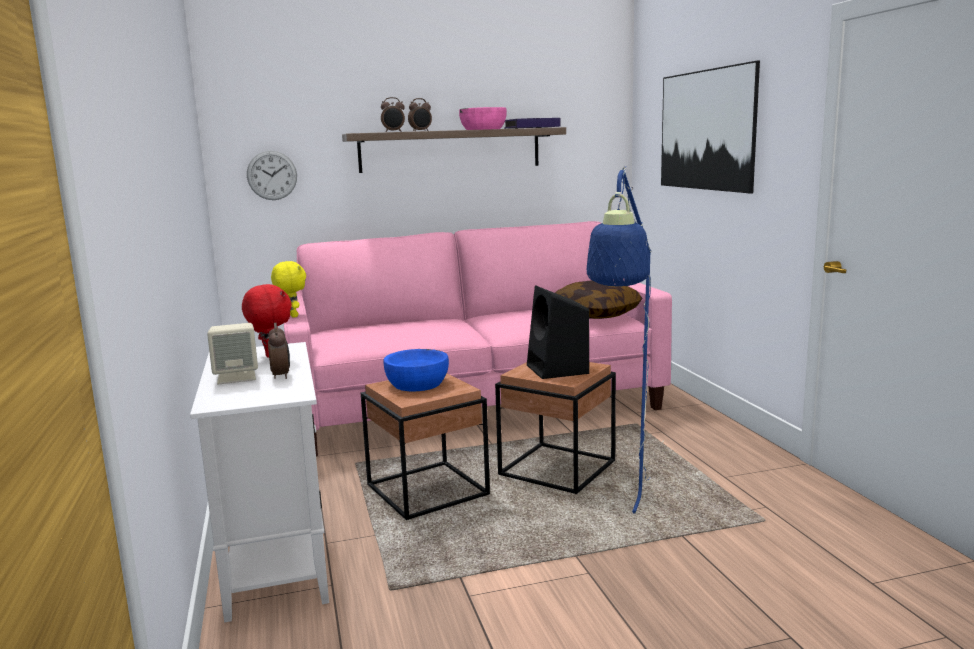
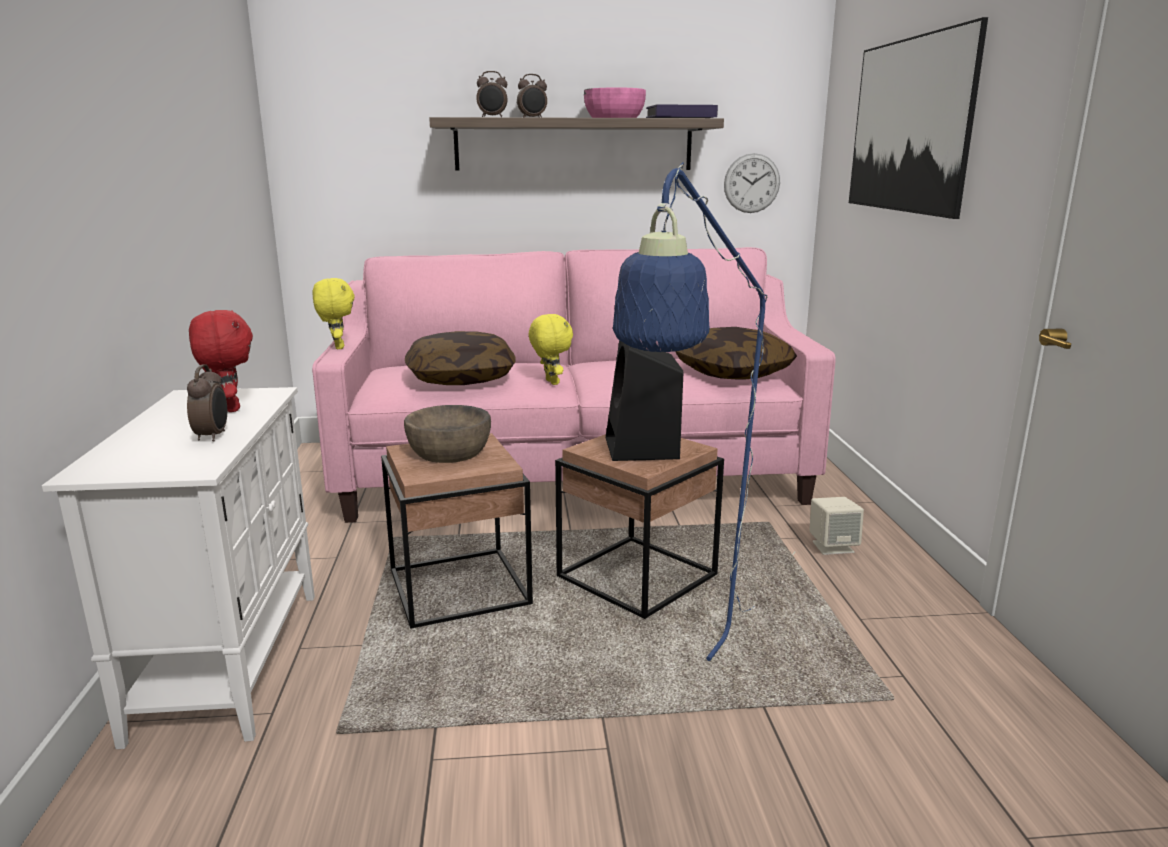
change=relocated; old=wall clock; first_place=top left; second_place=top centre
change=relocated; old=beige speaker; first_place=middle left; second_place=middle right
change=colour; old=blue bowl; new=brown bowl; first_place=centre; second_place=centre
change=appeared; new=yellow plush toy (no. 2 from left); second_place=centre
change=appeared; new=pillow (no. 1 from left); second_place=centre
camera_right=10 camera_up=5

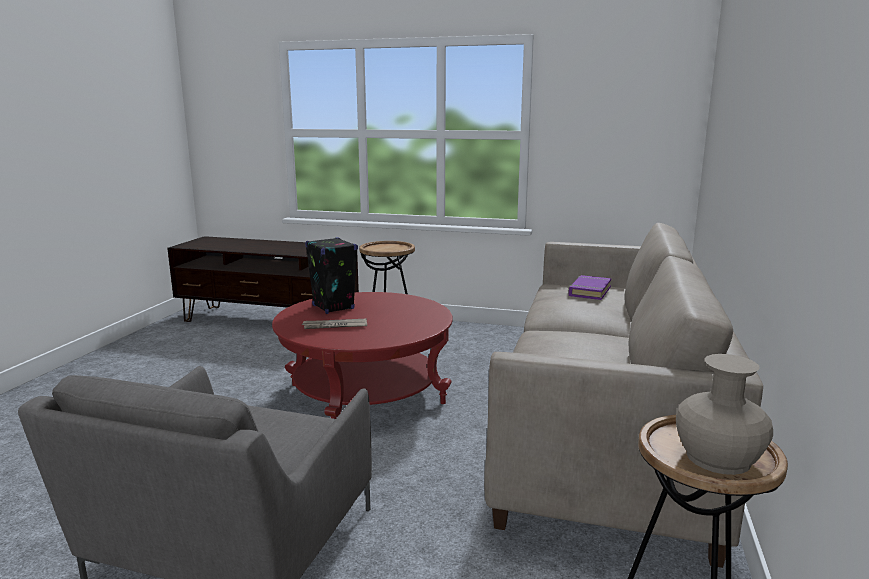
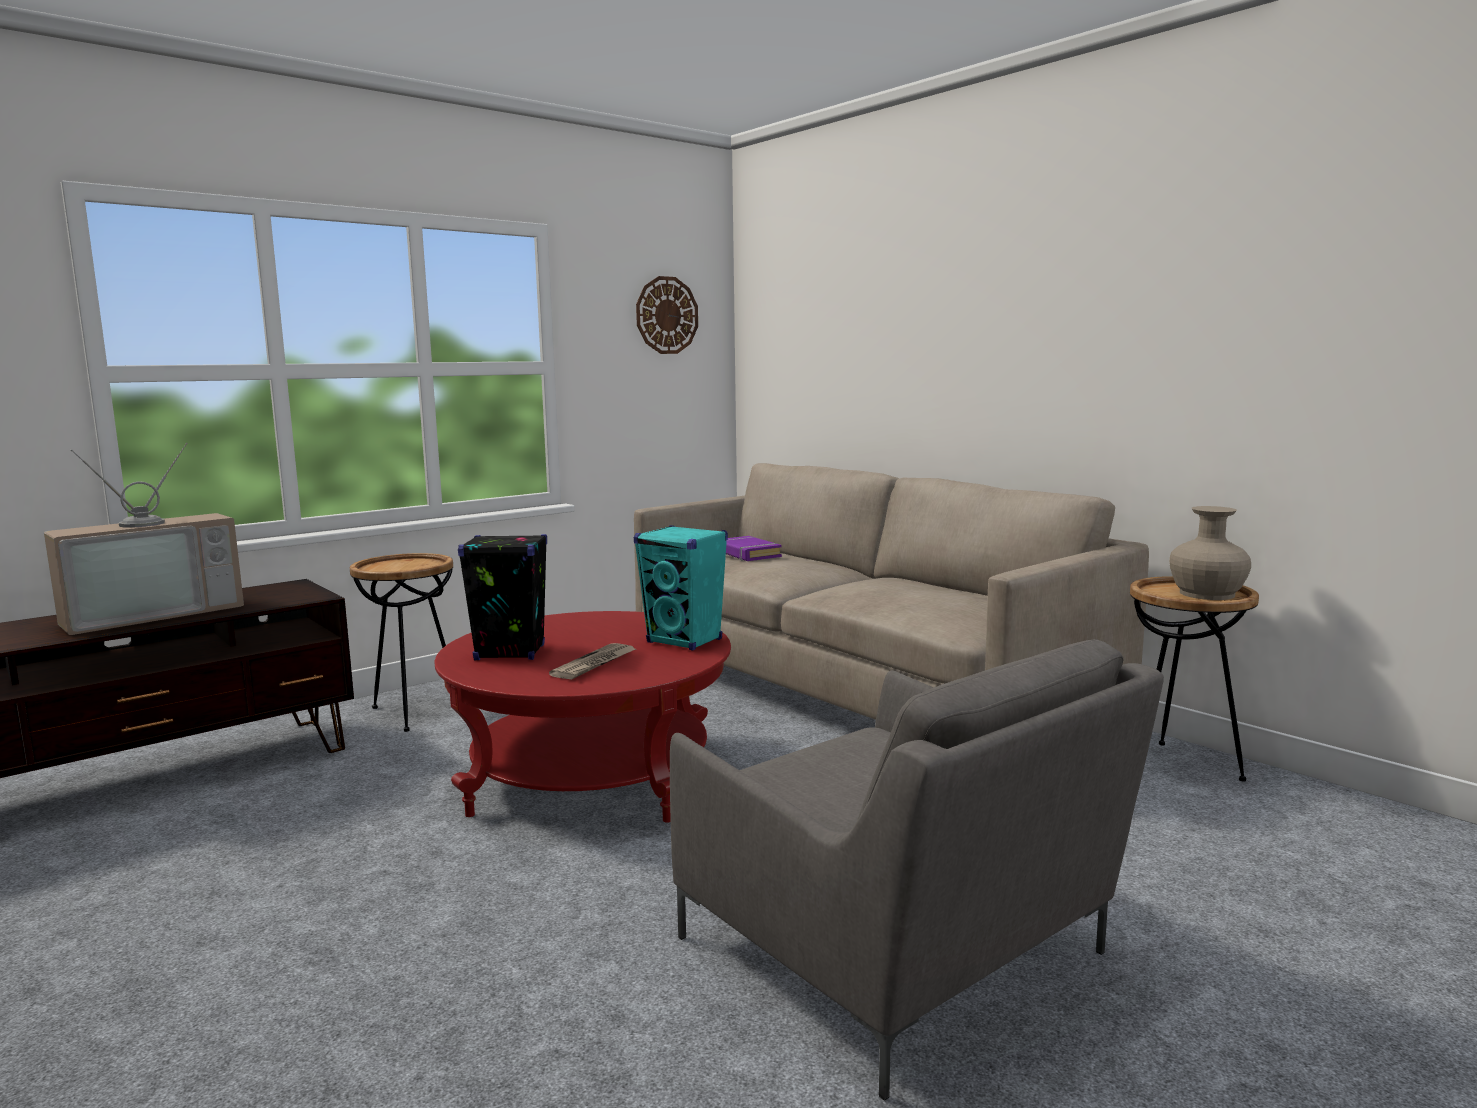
change=appeared; new=wall clock; second_place=top centre
change=appeared; new=television; second_place=middle left
change=appeared; new=turquoise speaker; second_place=centre
camera_right=-55 camera_up=-5

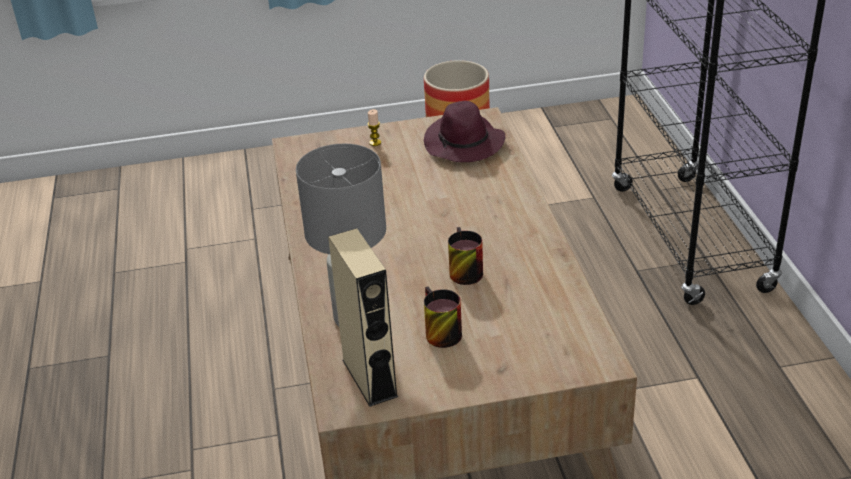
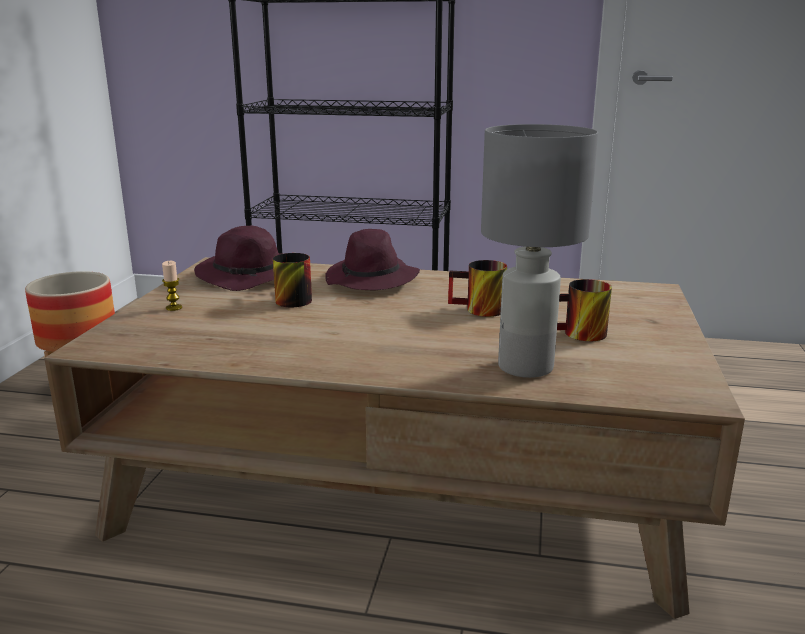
change=missing; old=beige speaker; first_place=centre
change=appeared; new=purple hat (no. 2 from left); second_place=centre
change=appeared; new=mug (no. 1 from left); second_place=centre
camera_right=-70 camera_up=-15

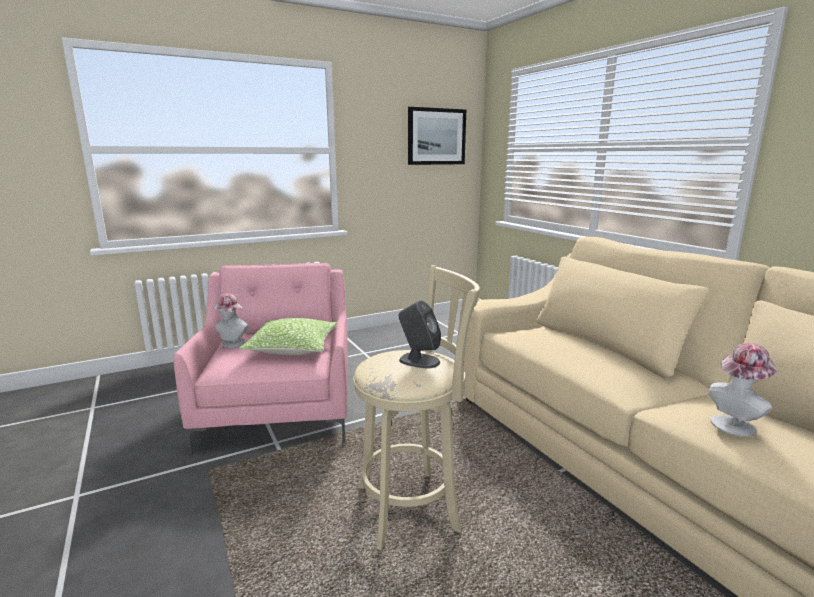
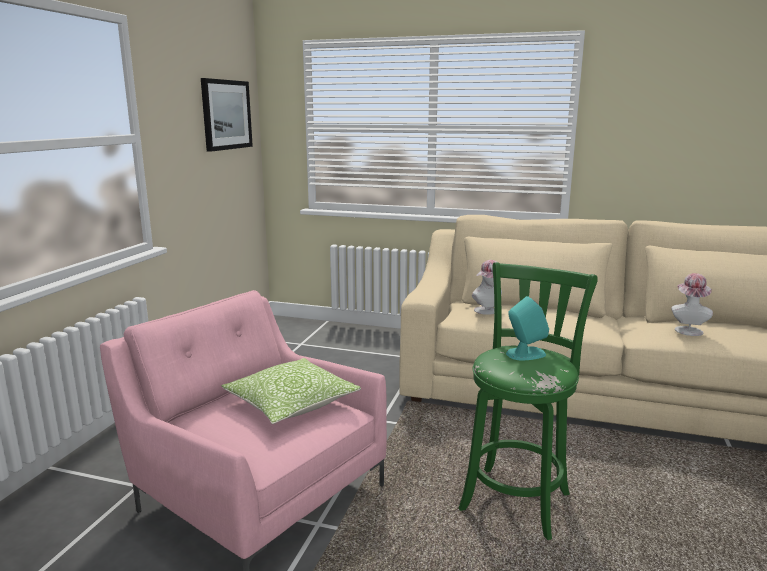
change=colour; old=beige stool; new=green stool; first_place=bottom centre; second_place=bottom right
change=relocated; old=hat (no. 1 from left); first_place=middle left; second_place=centre
change=colour; old=grey speaker; new=turquoise speaker; first_place=centre; second_place=middle right
camera_right=-45 camera_up=0

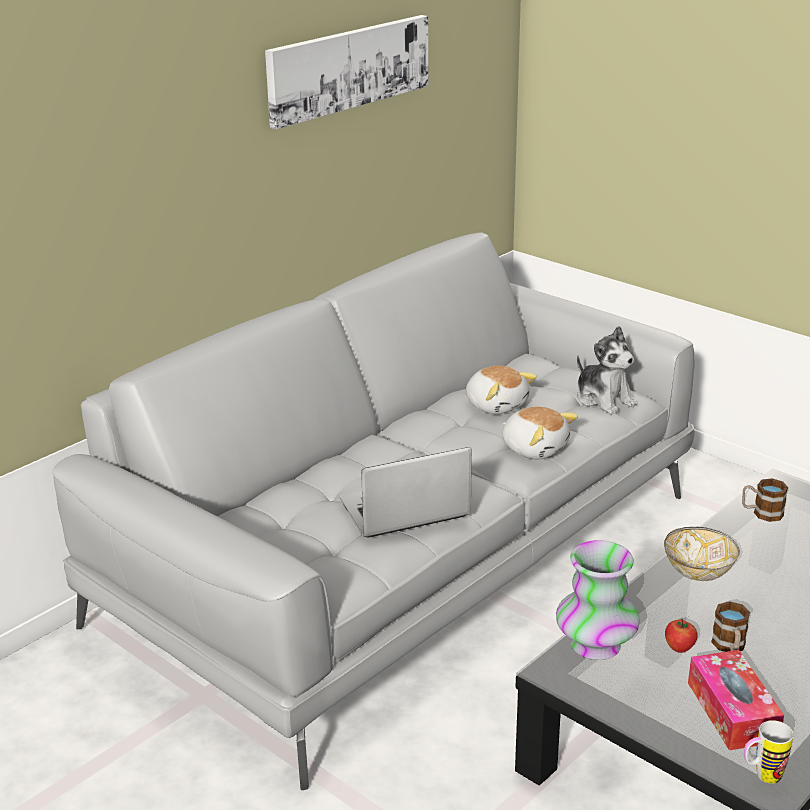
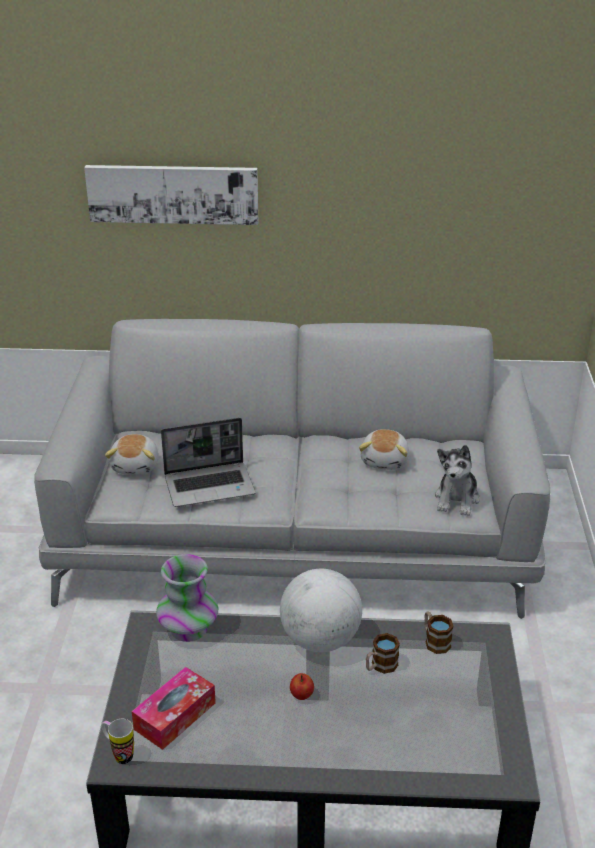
change=relocated; old=picture; first_place=top centre; second_place=top left
change=relocated; old=plush toy (no. 2 from left in the first image); new=plush toy (no. 1 from left); first_place=middle right; second_place=middle left
change=spun; old=laptop; first_place=centre; second_place=centre; degrees=135
change=exchanged; old=bowl; new=globe; first_place=bottom right; second_place=bottom centre
change=relocated; old=mug (no. 1 from left in the first image); new=mug (no. 2 from left); first_place=bottom right; second_place=bottom centre
change=relocated; old=apple; first_place=bottom right; second_place=bottom centre
camera_right=50 camera_up=5

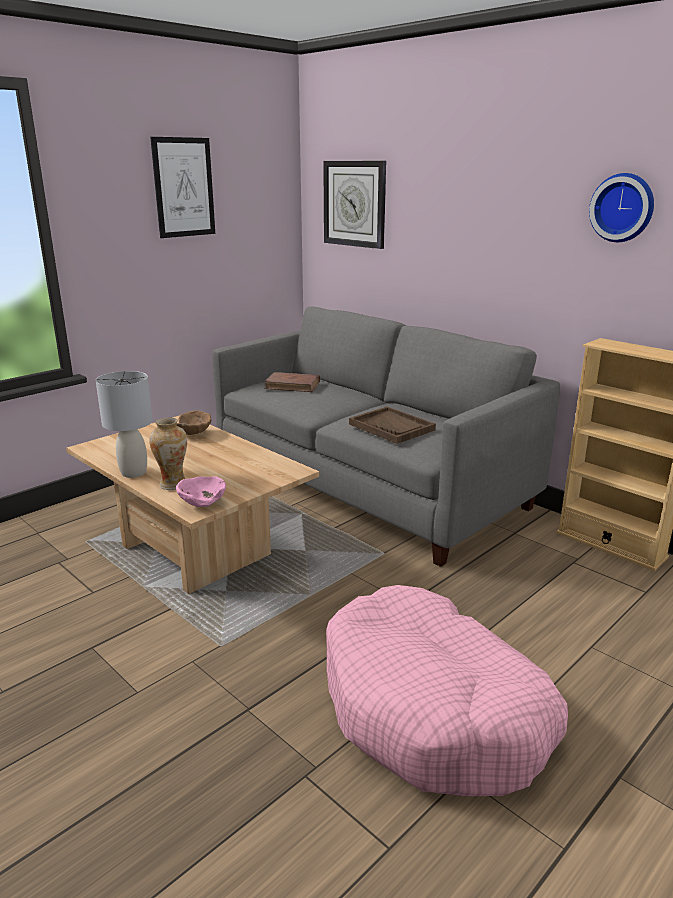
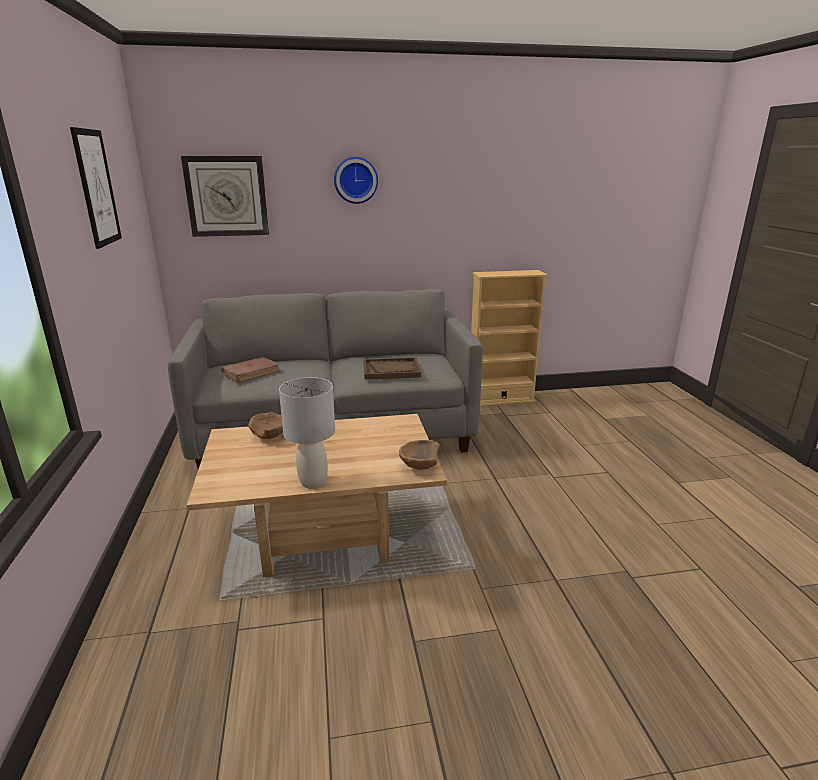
change=relocated; old=wall clock (no. 2 from left); first_place=top right; second_place=top centre
change=missing; old=vase; first_place=middle left
change=colour; old=pink bowl; new=brown bowl (no. 2 from left); first_place=middle left; second_place=centre
change=missing; old=pink dog bed; first_place=bottom centre
camera_right=-55 camera_up=0

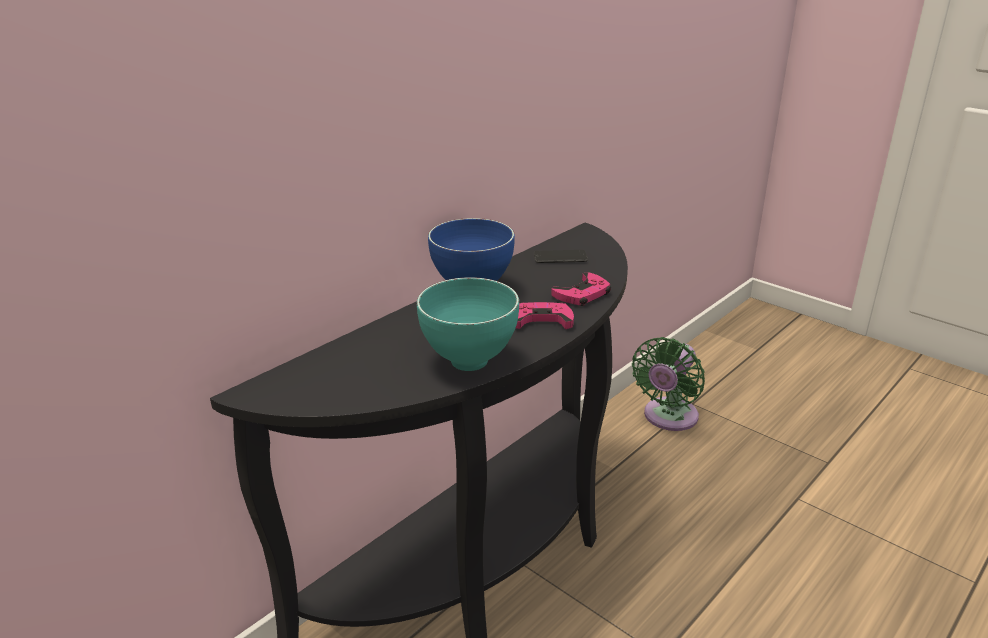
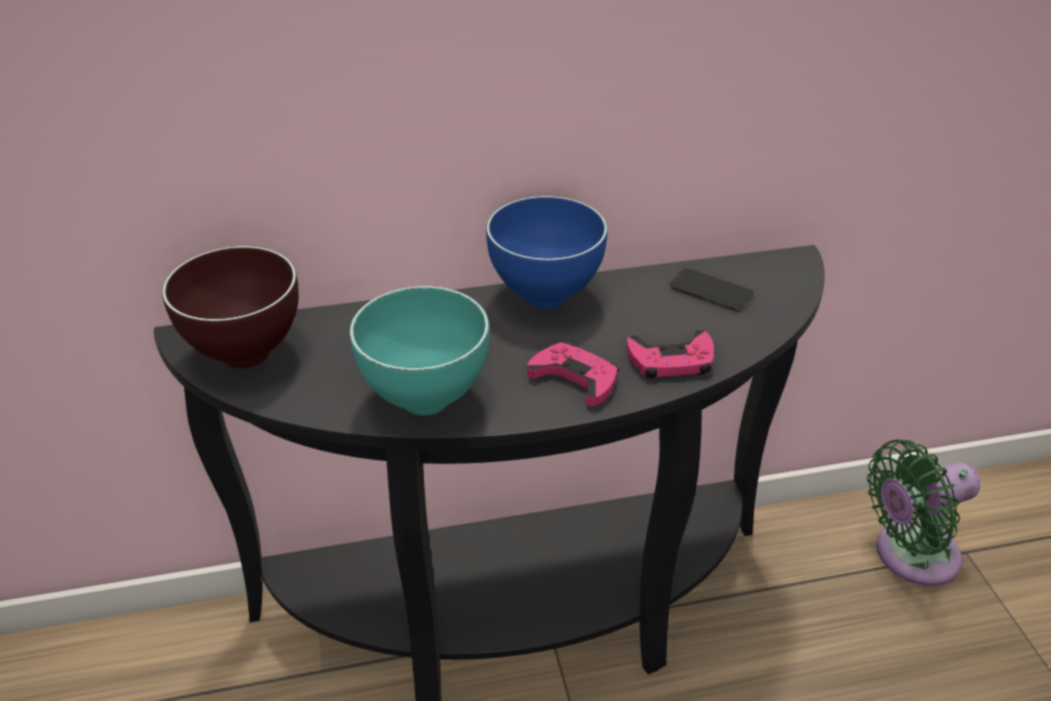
change=appeared; new=brown bowl; second_place=middle left
camera_right=35 camera_up=10

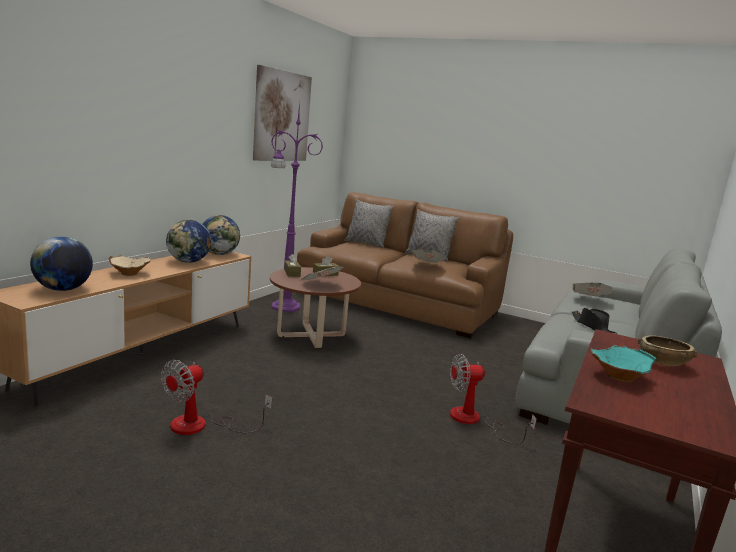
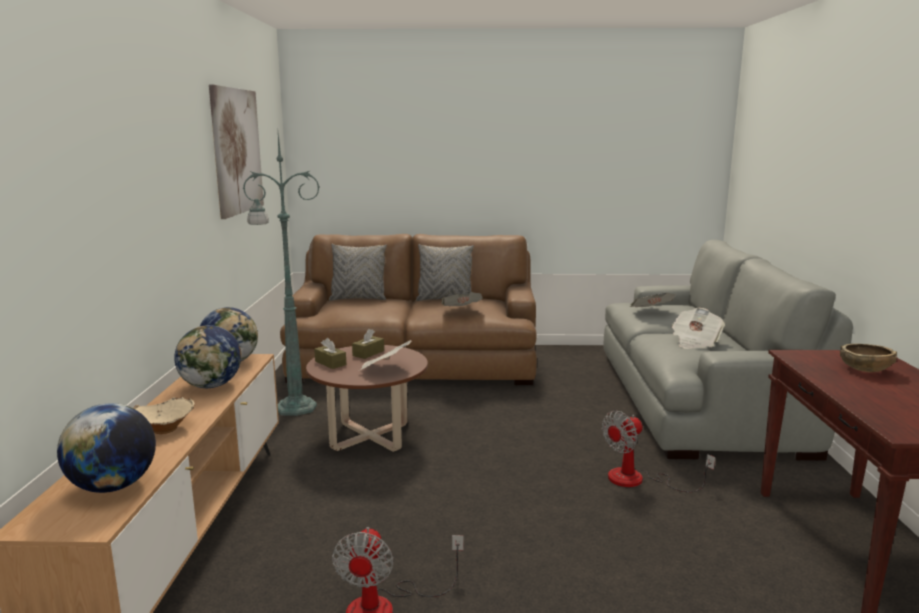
change=colour; old=purple floor lamp; new=green floor lamp; first_place=centre; second_place=middle left
change=exchanged; old=black hat; new=newspaper (no. 4 from left); first_place=middle right; second_place=middle right
change=missing; old=turquoise bowl; first_place=middle right
camera_right=-25 camera_up=0

